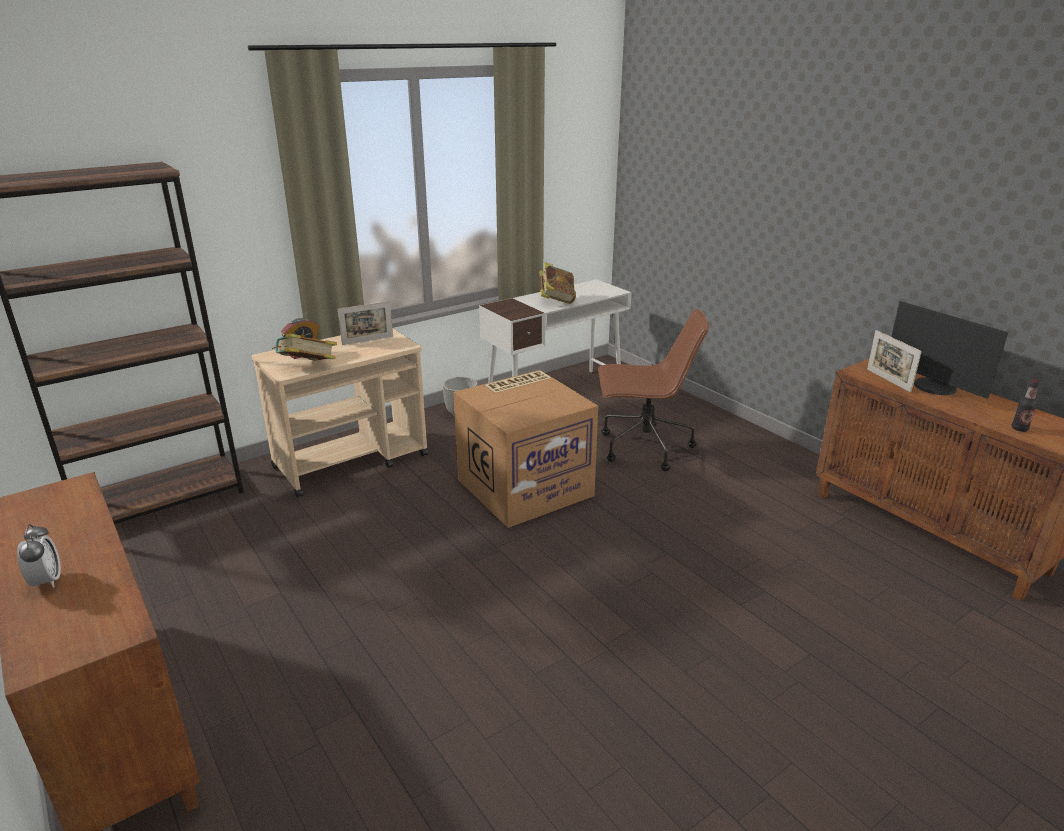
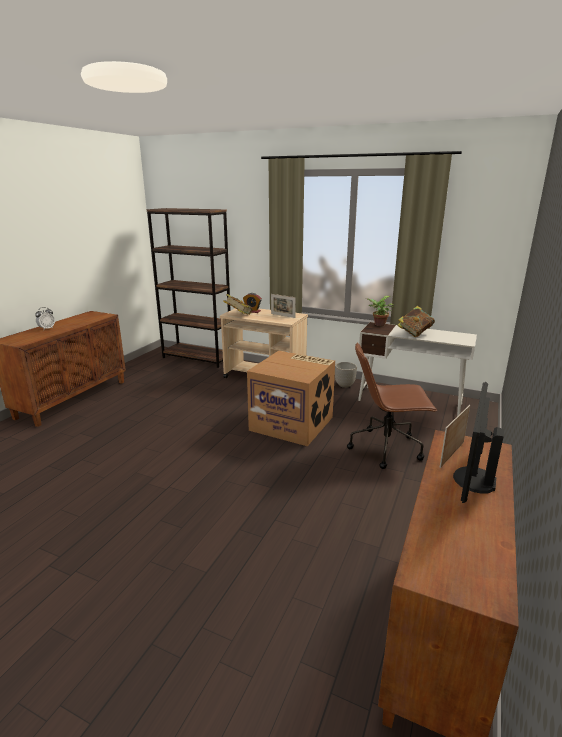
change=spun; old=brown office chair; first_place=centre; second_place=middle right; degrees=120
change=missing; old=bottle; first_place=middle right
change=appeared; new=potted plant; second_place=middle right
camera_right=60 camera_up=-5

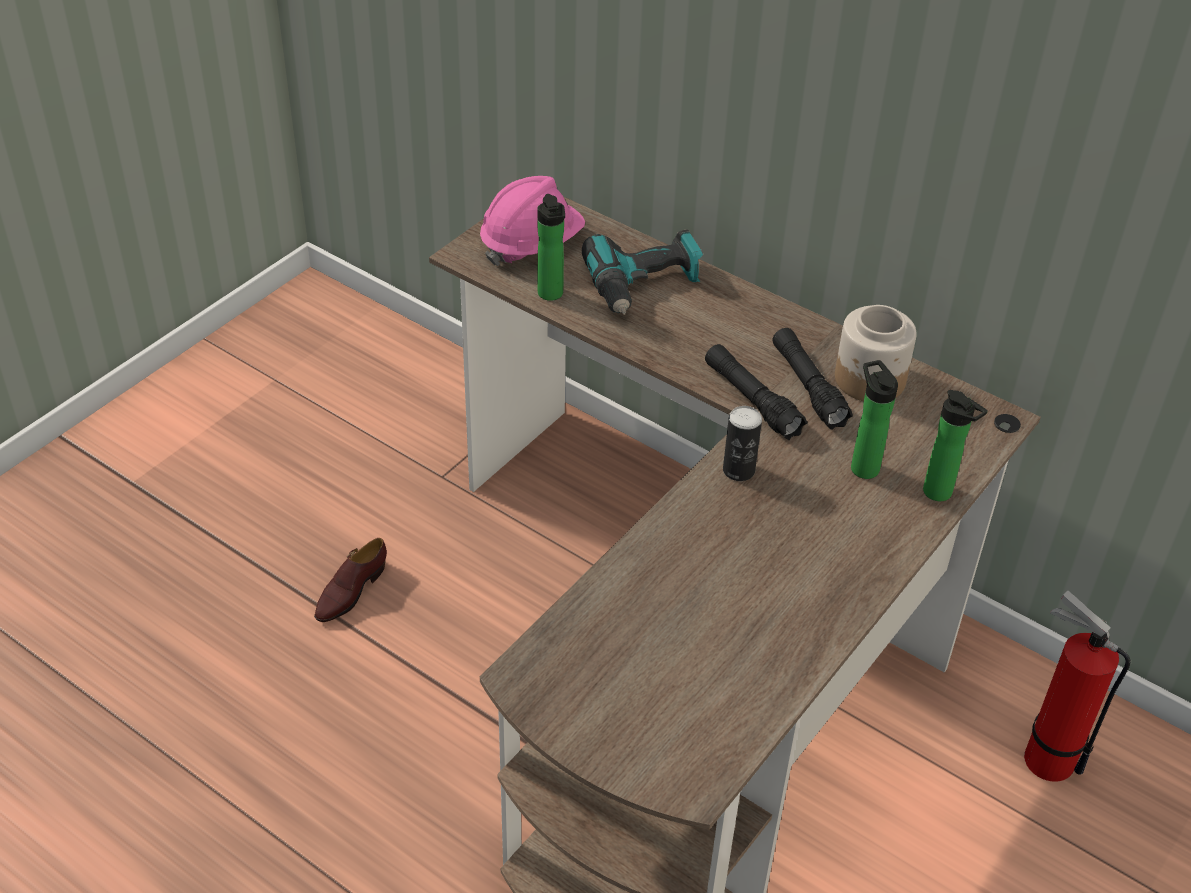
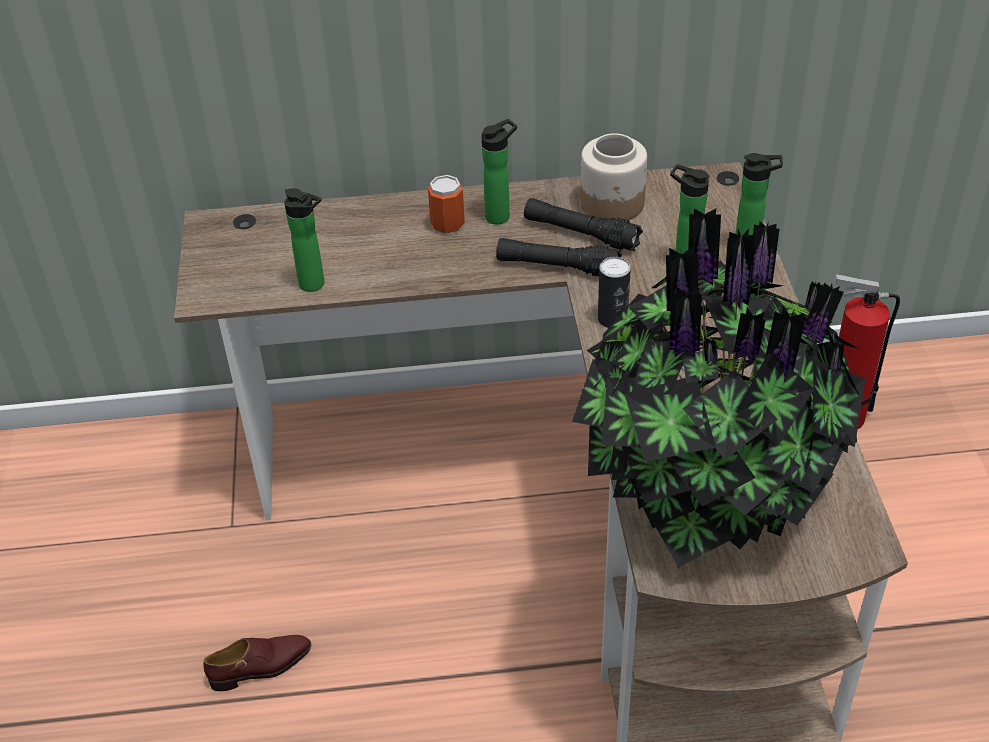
change=missing; old=pink hard hat; first_place=top centre
change=missing; old=power drill; first_place=top centre
change=spun; old=brown shoe; first_place=middle left; second_place=bottom left; degrees=-105
change=appeared; new=bottle (no. 2 from left); second_place=top centre
change=appeared; new=can (no. 1 from left); second_place=top centre
change=appeared; new=potted plant; second_place=middle right
camera_right=-40 camera_up=0

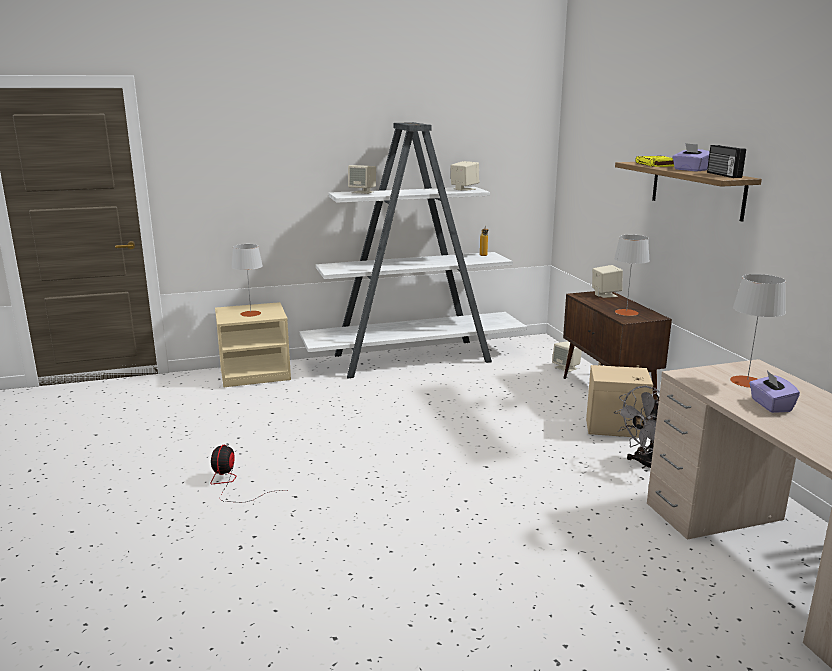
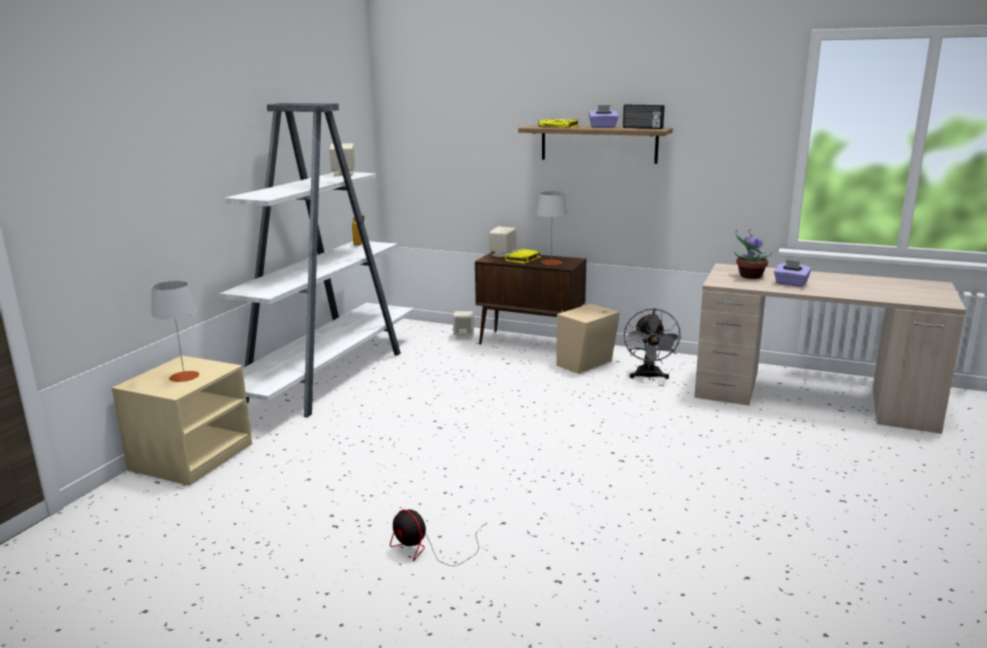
change=missing; old=beige speaker (no. 1 from left); first_place=top centre
change=exchanged; old=grey table lamp (no. 3 from left); new=potted plant; first_place=middle right; second_place=middle right
change=appeared; new=yellow book (no. 1 from left); second_place=centre
camera_right=-50 camera_up=0

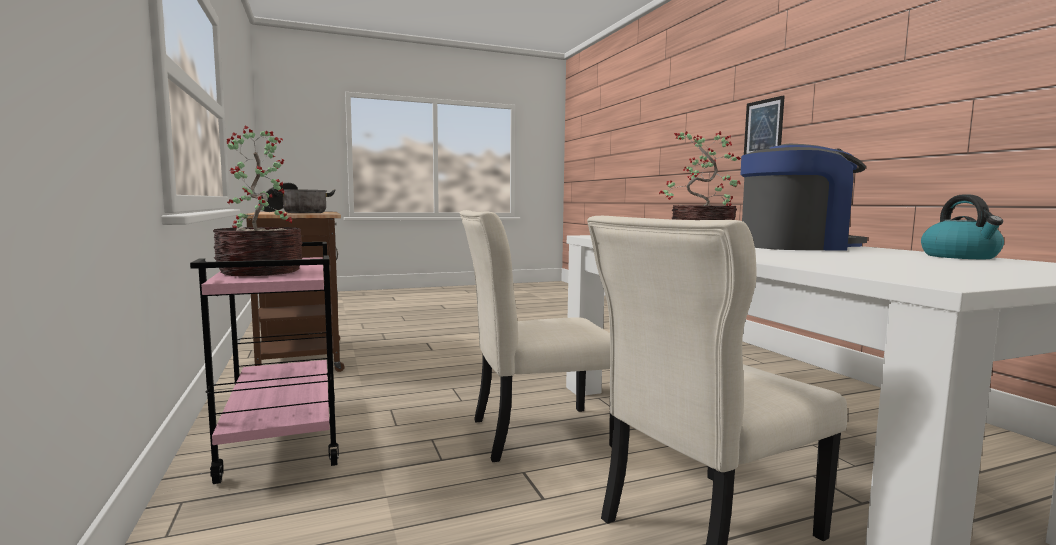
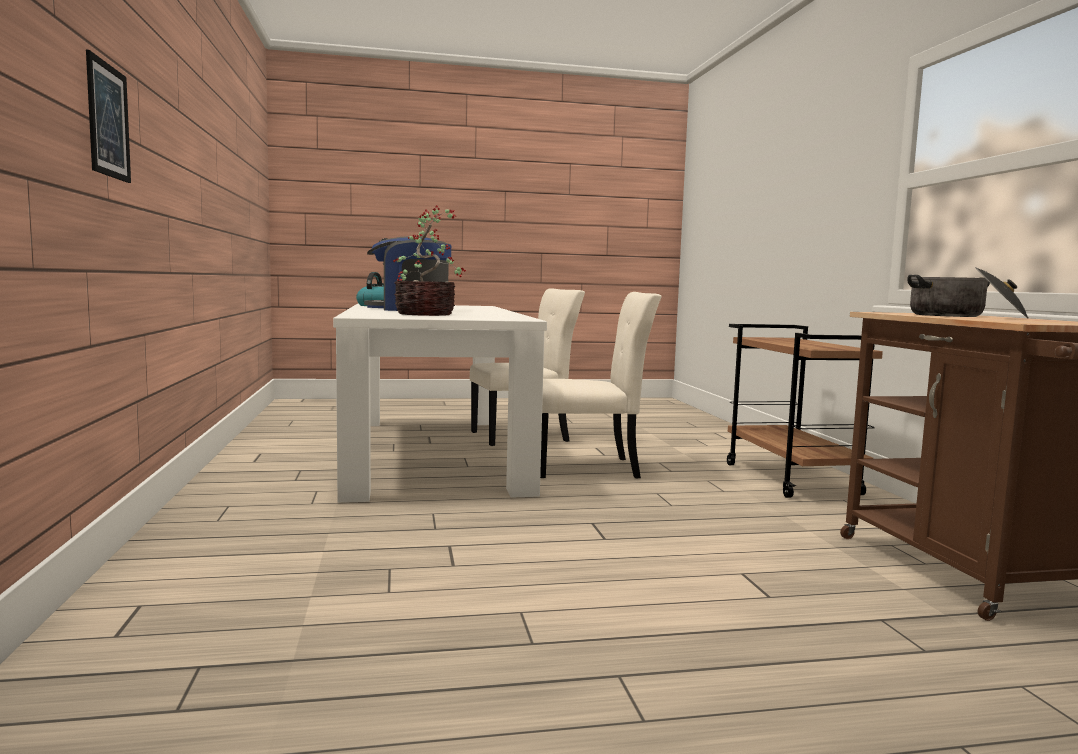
change=missing; old=potted plant (no. 1 from left); first_place=middle left
change=colour; old=pink cart; new=brown cart (no. 1 from left); first_place=middle left; second_place=middle right
camera_right=-170 camera_up=0

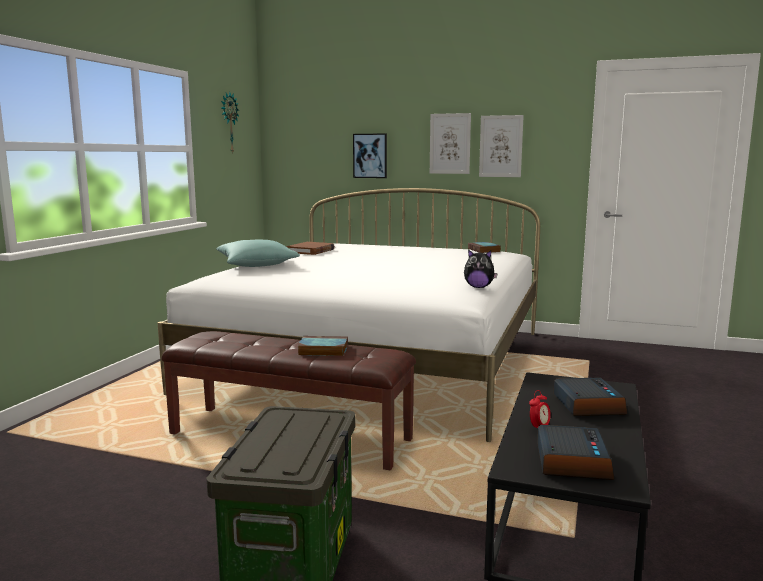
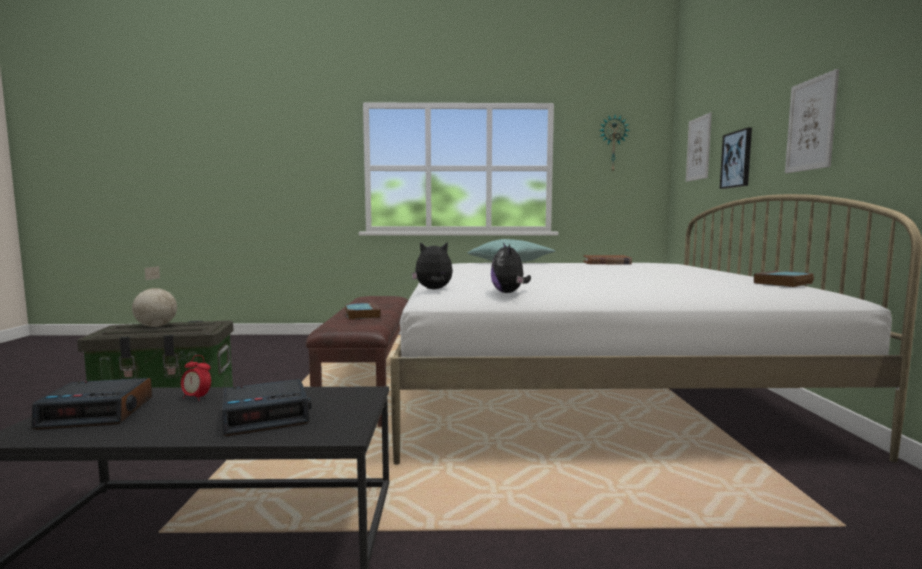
change=relocated; old=picture (no. 3 from left in the first image); new=picture (no. 1 from left); first_place=top centre; second_place=top right
change=appeared; new=plush toy (no. 1 from left); second_place=centre
change=appeared; new=globe; second_place=middle left
camera_right=70 camera_up=-5

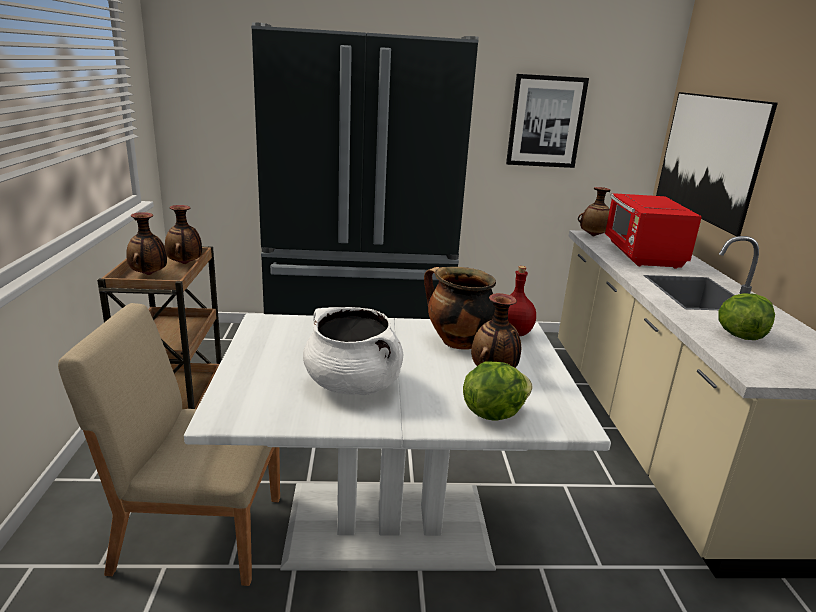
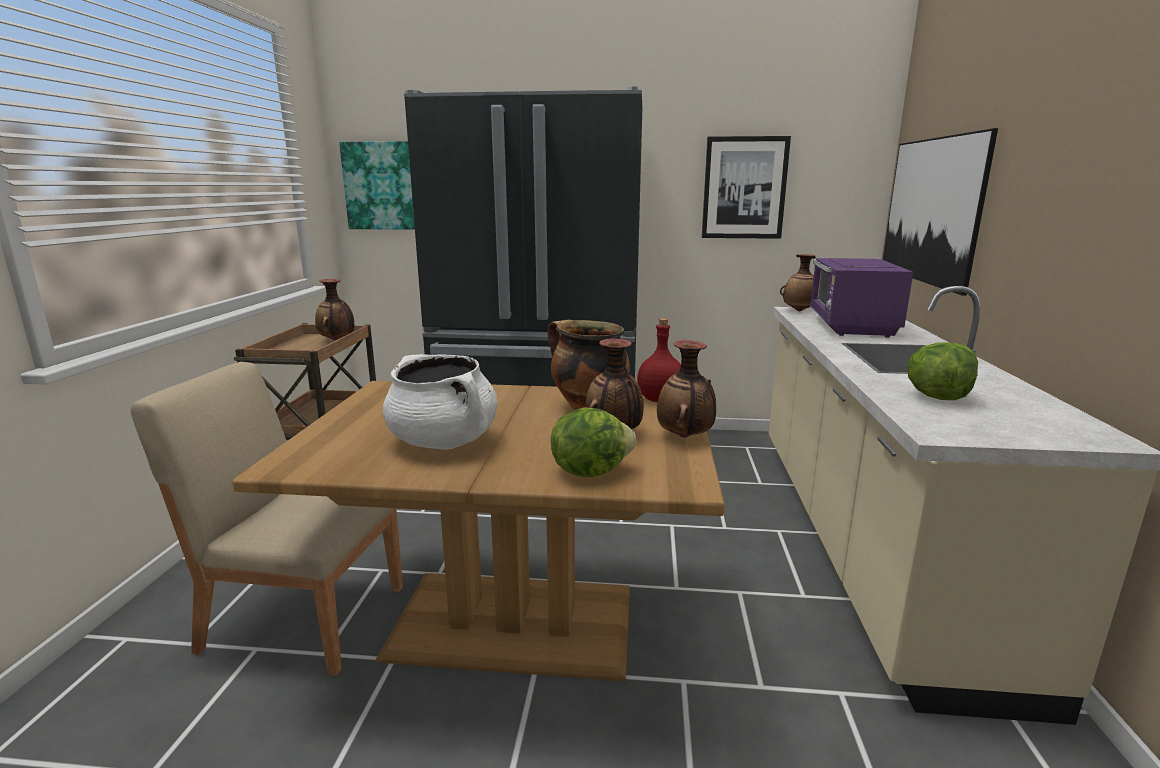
change=colour; old=red microwave; new=purple microwave; first_place=middle right; second_place=middle right
change=relocated; old=vase (no. 1 from left in the first image); new=vase (no. 3 from left); first_place=middle left; second_place=centre
change=colour; old=white dining table; new=brown dining table; first_place=bottom centre; second_place=bottom centre
change=appeared; new=picture (no. 1 from left); second_place=top left
camera_right=10 camera_up=-5

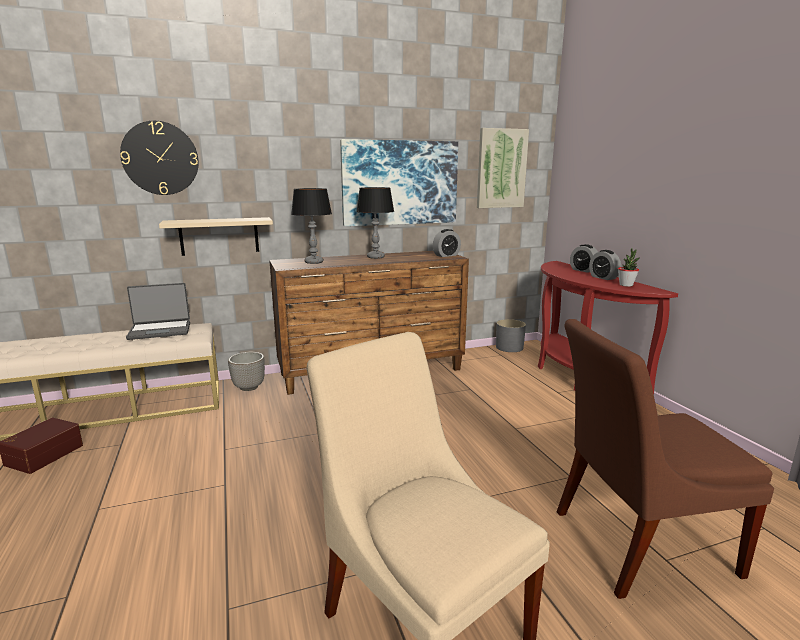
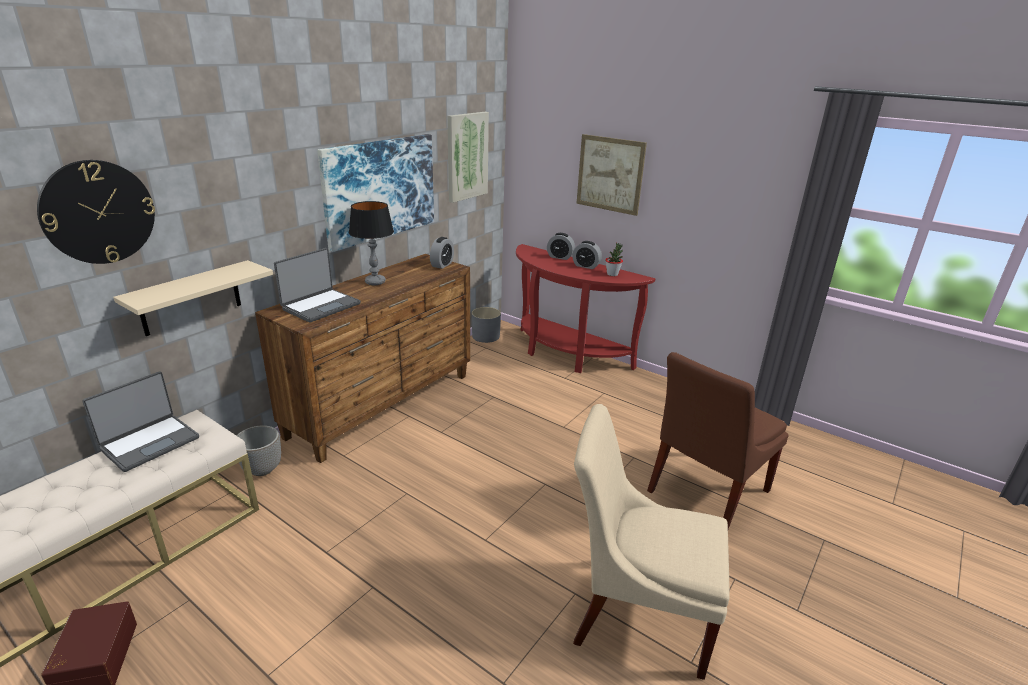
change=exchanged; old=table lamp (no. 1 from left); new=laptop (no. 2 from left); first_place=centre; second_place=middle left
change=appeared; new=picture (no. 3 from left); second_place=top centre
camera_right=-35 camera_up=10

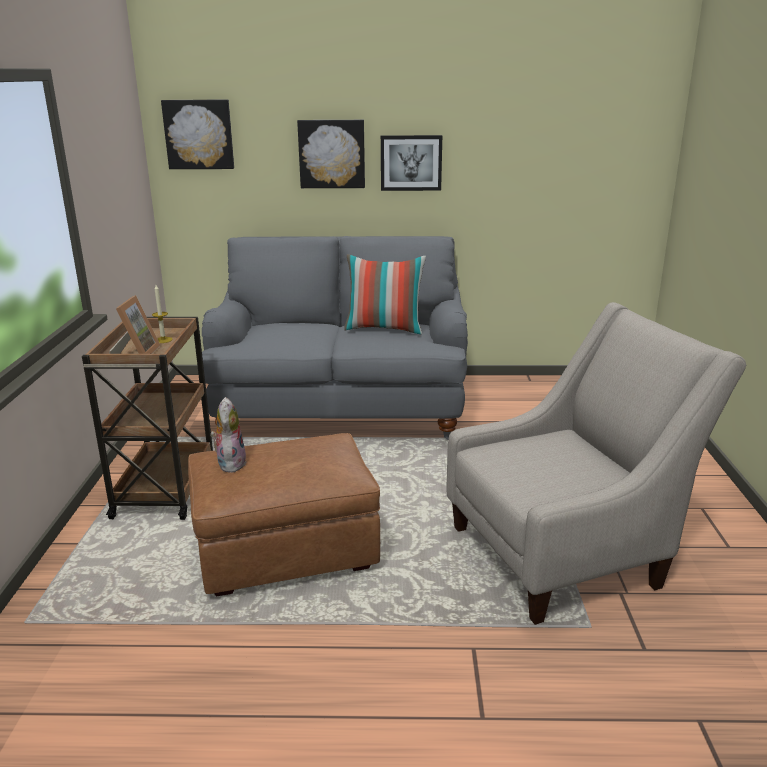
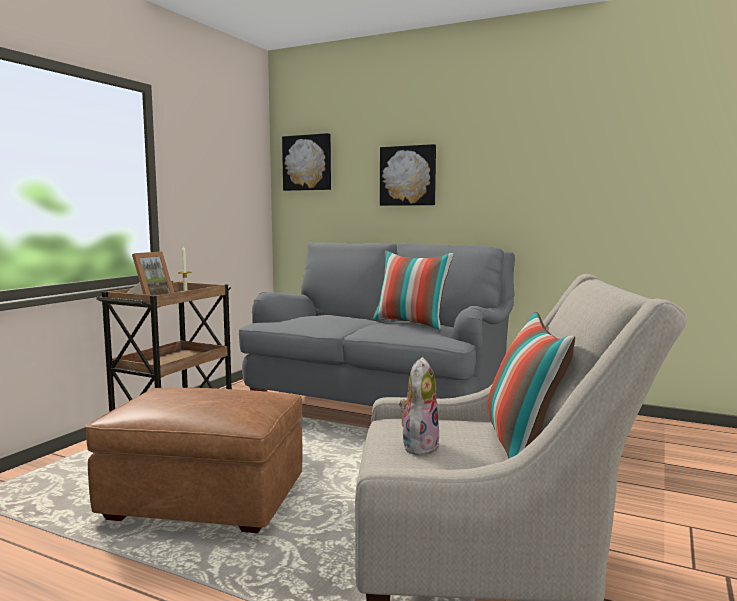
change=missing; old=picture (no. 3 from left); first_place=top centre
change=relocated; old=plush toy; first_place=middle left; second_place=bottom centre
change=appeared; new=pillow (no. 2 from left); second_place=middle right
camera_right=25 camera_up=-15

